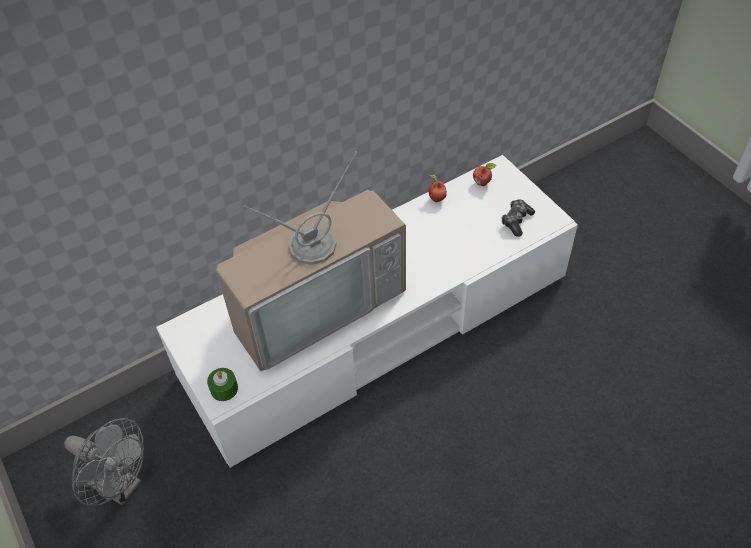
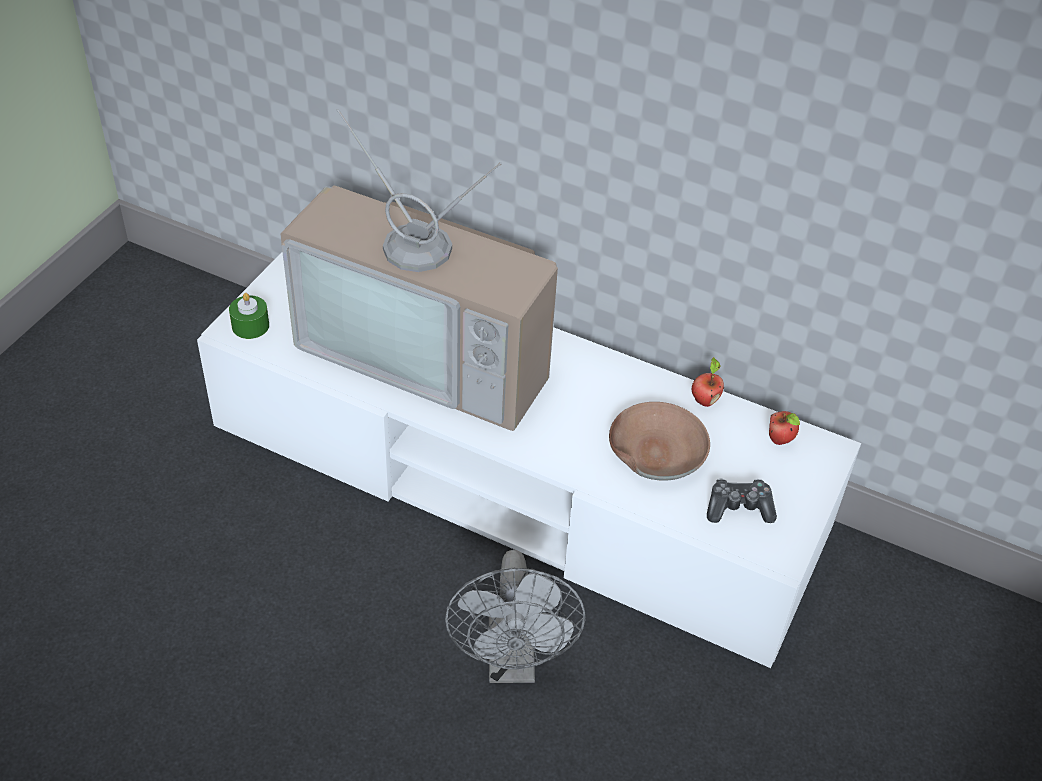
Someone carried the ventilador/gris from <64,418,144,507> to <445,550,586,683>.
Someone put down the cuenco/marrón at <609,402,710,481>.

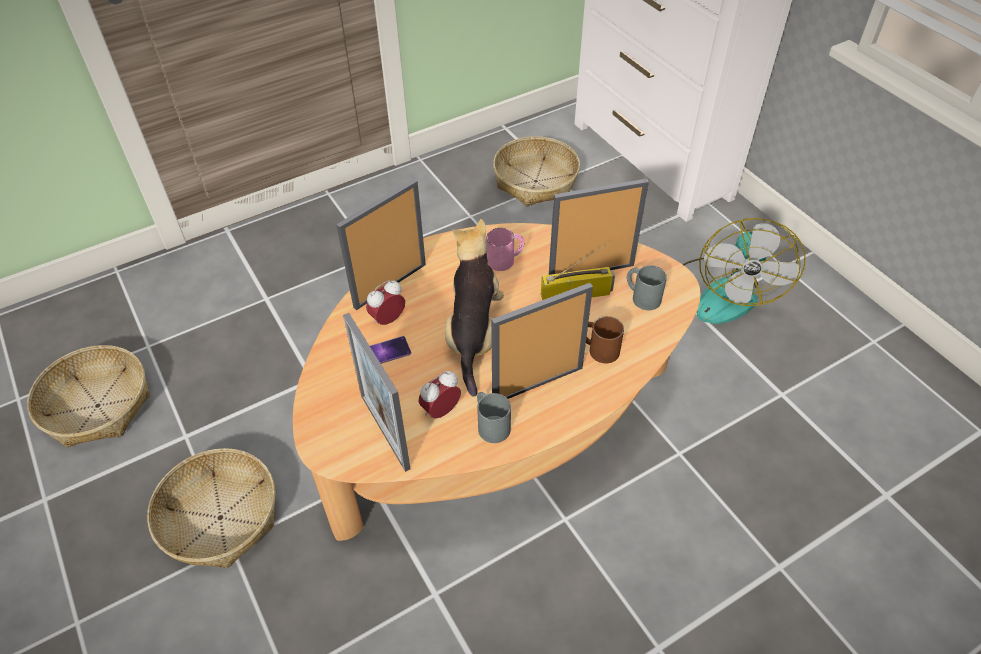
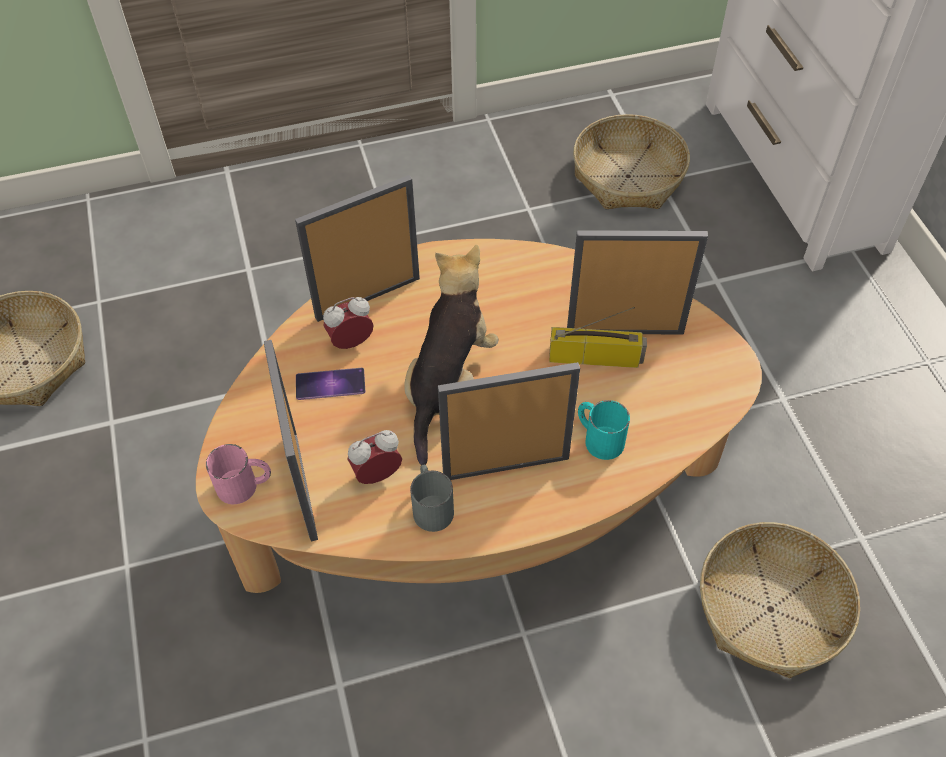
Someone carried the cesta from <147,448,276,568> to <700,522,860,678>.
Someone carried the taza grande/rosa from <486,228,524,271> to <206,444,271,504>.
Someone repainted the taza grande/marrón at <586,316,624,363>, which became the taza grande/turquesa at <578,400,630,460>.
Someone took away the taza grande/gris at <627,265,667,310>.
Someone took away the ventilador at <682,218,806,324>.

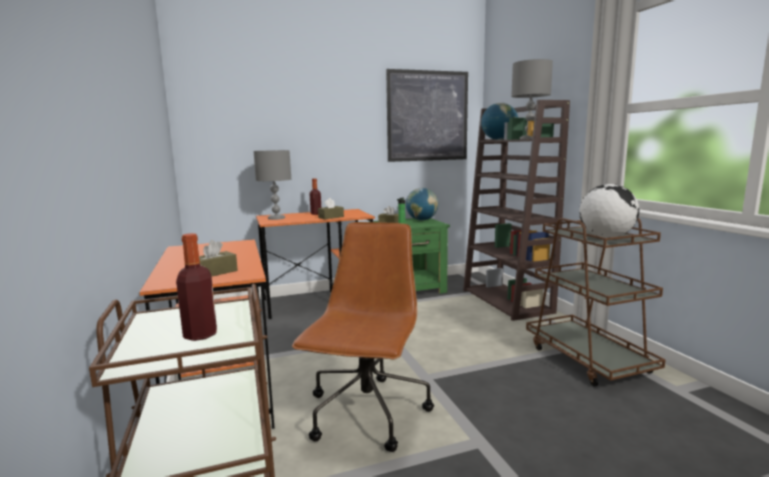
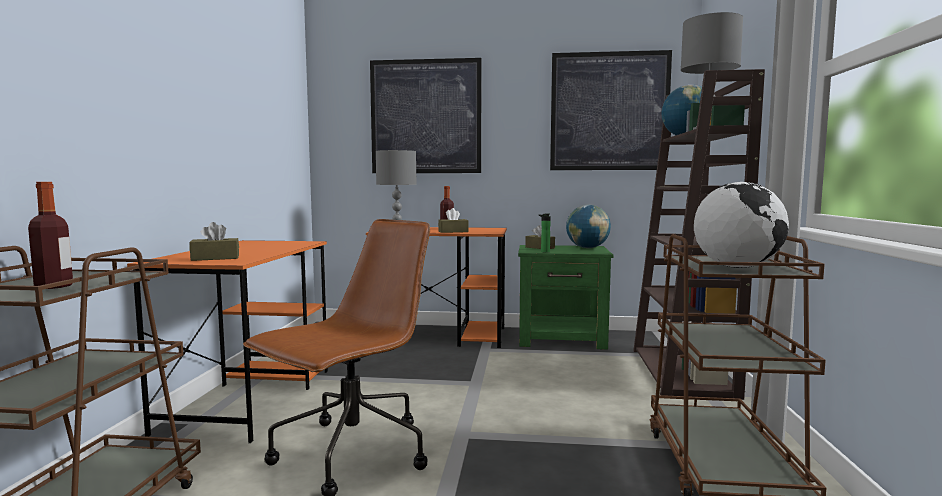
Someone put up the cuadro at <370,58,481,173>.

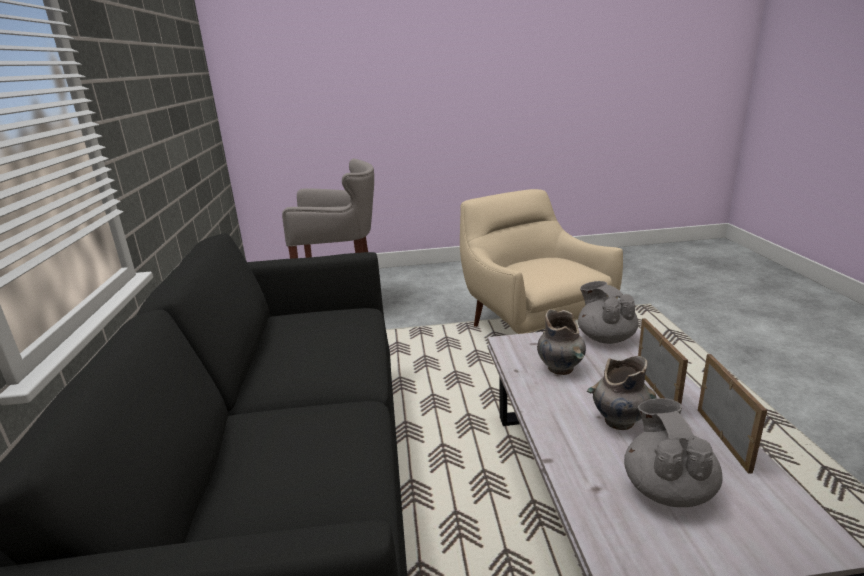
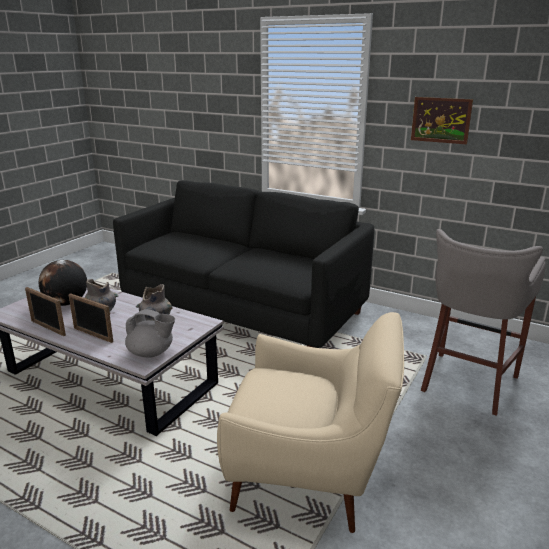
Someone swapped the tetera/gris at <624,398,723,507> for the globo terráqueo at <39,260,87,306>.
Someone put up the cuadro at <411,97,473,144>.

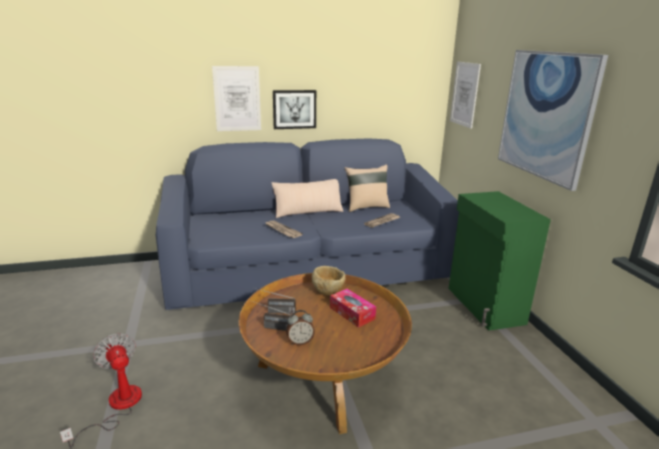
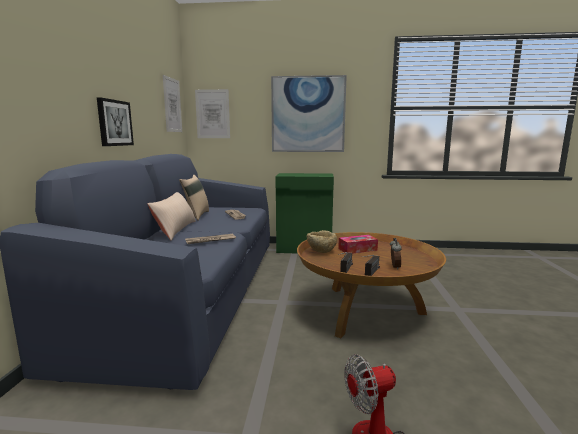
Someone carried the cuadro from <212,66,261,131> to <163,75,182,132>.

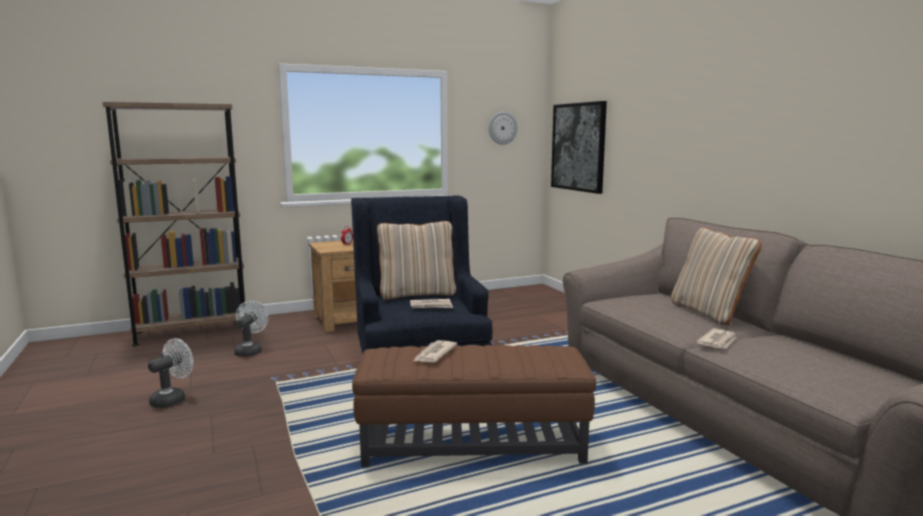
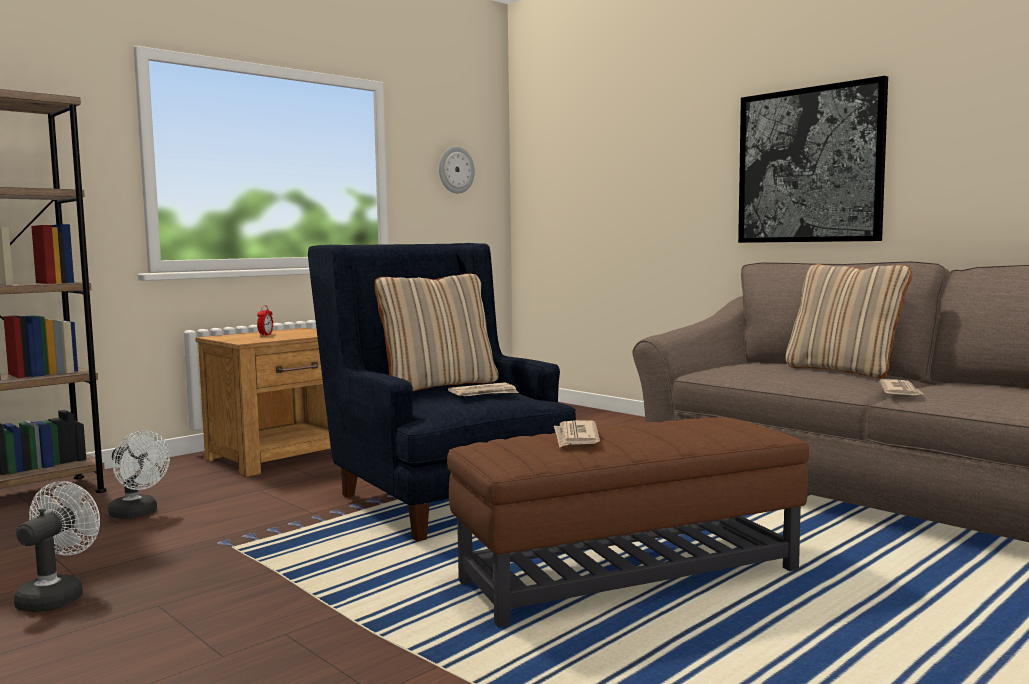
Someone rotated the ventilador/blanco at <234,301,268,357> by 135 degrees clockwise.
Someone carried the cuadro from <551,101,607,194> to <738,76,888,243>.

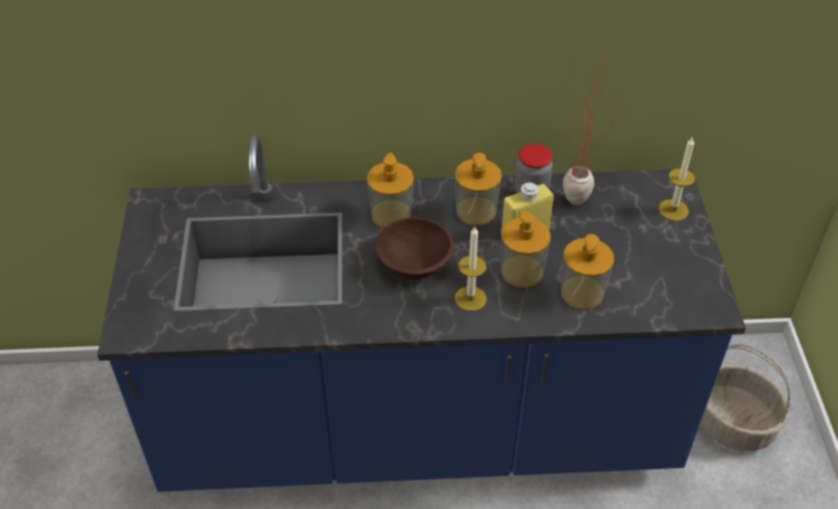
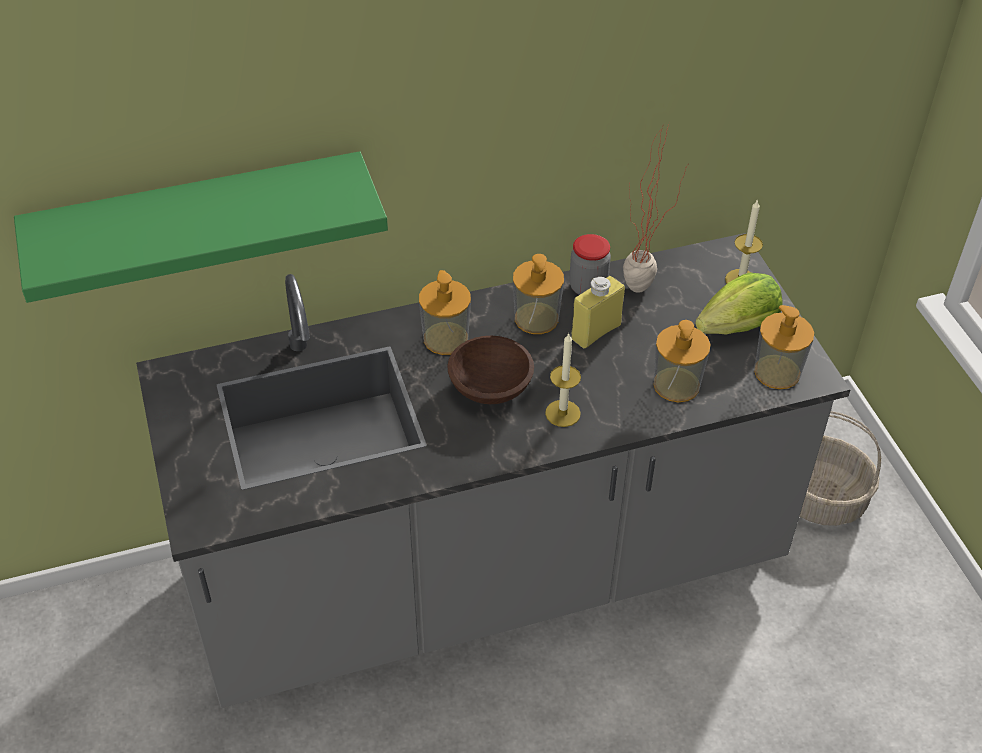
Someone repainted the mueble bajo de cocina/azul at <97,134,746,492>, which became the mueble bajo de cocina/gris at <136,233,851,708>.
Someone carried the dispensador de jabón from <501,210,551,288> to <754,305,814,389>.
Someone put up the estante/verde at <14,151,388,303>.
Someone put down the lechuga at <695,273,783,335>.

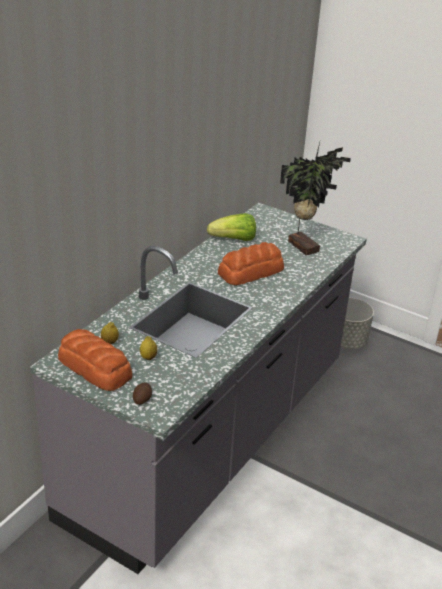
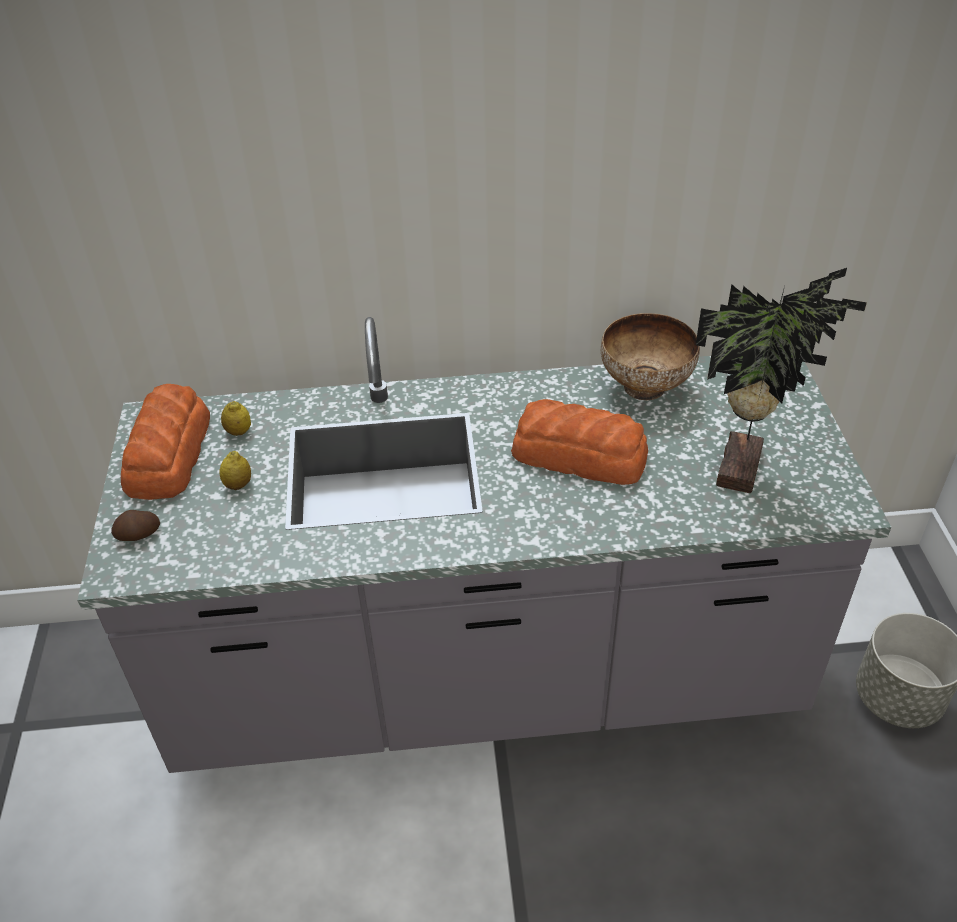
Someone swapped the lechuga at <207,213,256,241> for the cuenco at <601,313,700,400>.

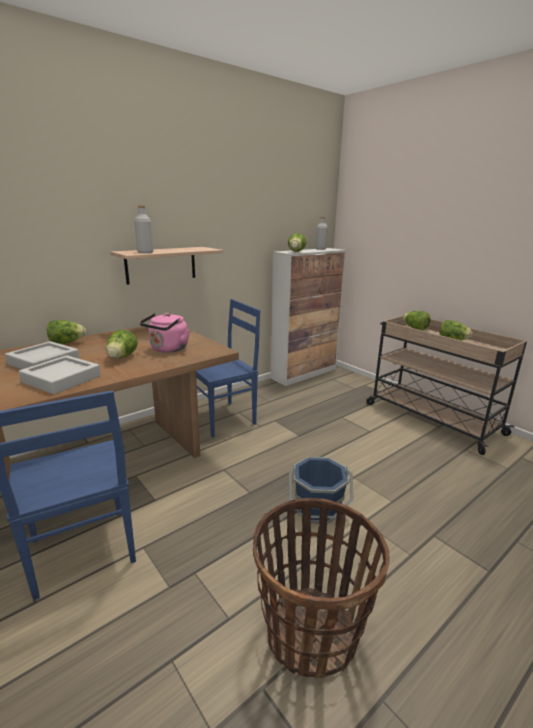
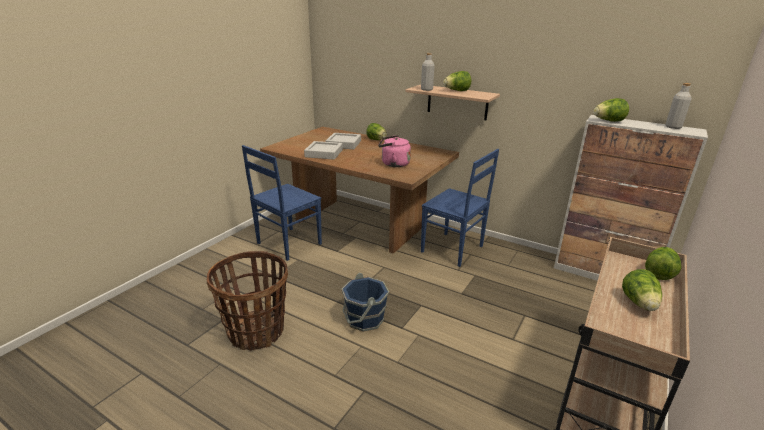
Someone carried the lechuga from <106,330,138,359> to <443,71,471,91>.

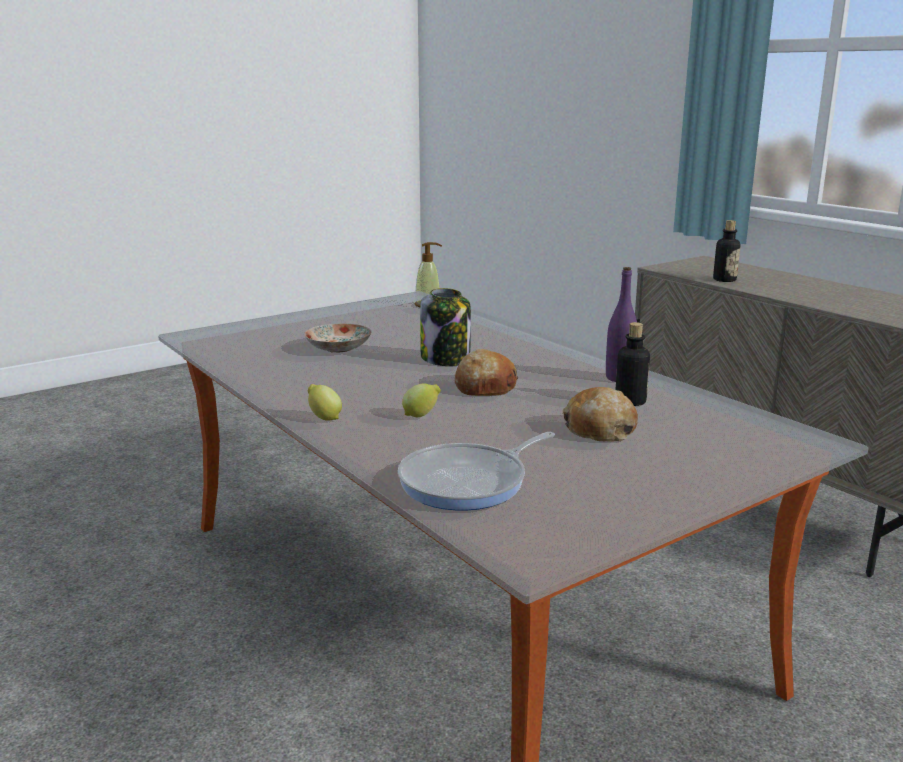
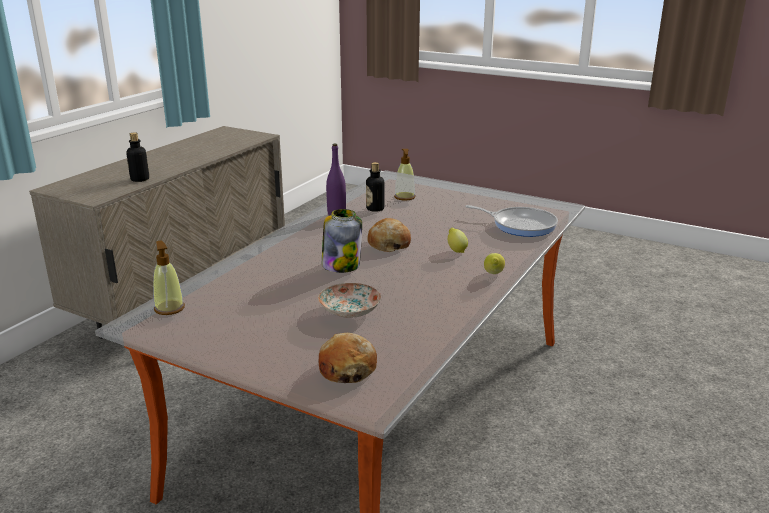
Someone carried the pan from <563,387,638,442> to <319,333,377,383>.
Someone put down the dispensador de jabón at <394,149,416,201>.

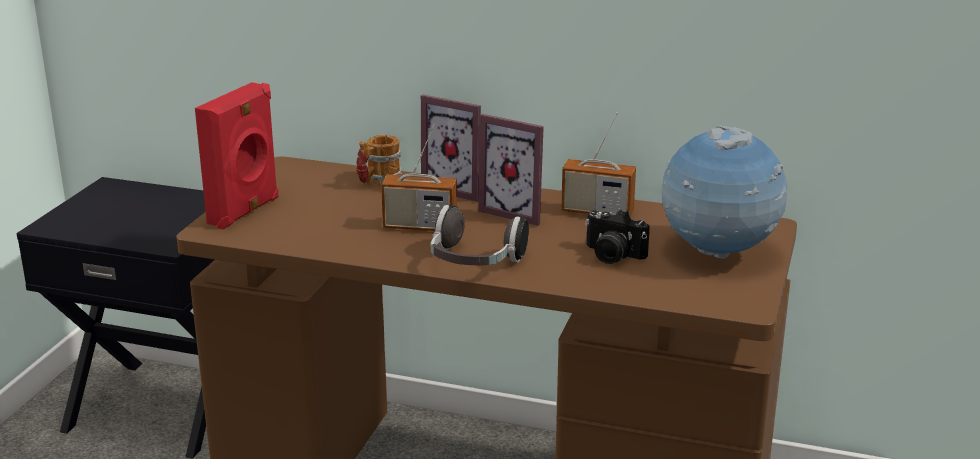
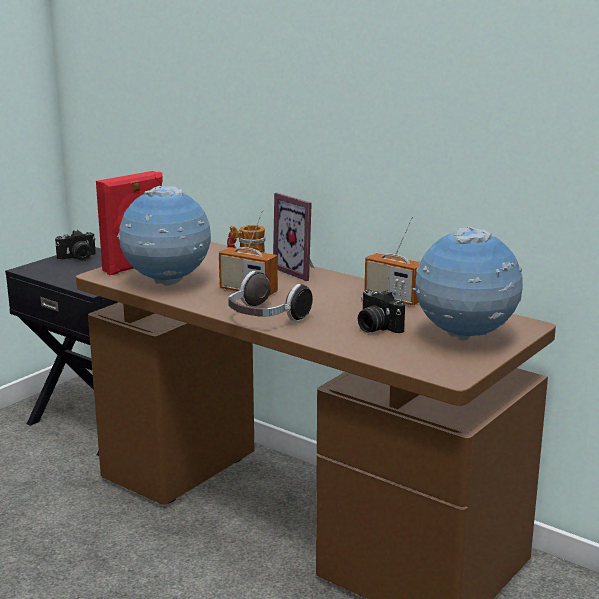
Someone took away the portarretratos at <478,114,544,226>.
Someone put down the cámara at <55,230,96,261>.
Someone put down the globo terráqueo at <117,186,211,286>.

